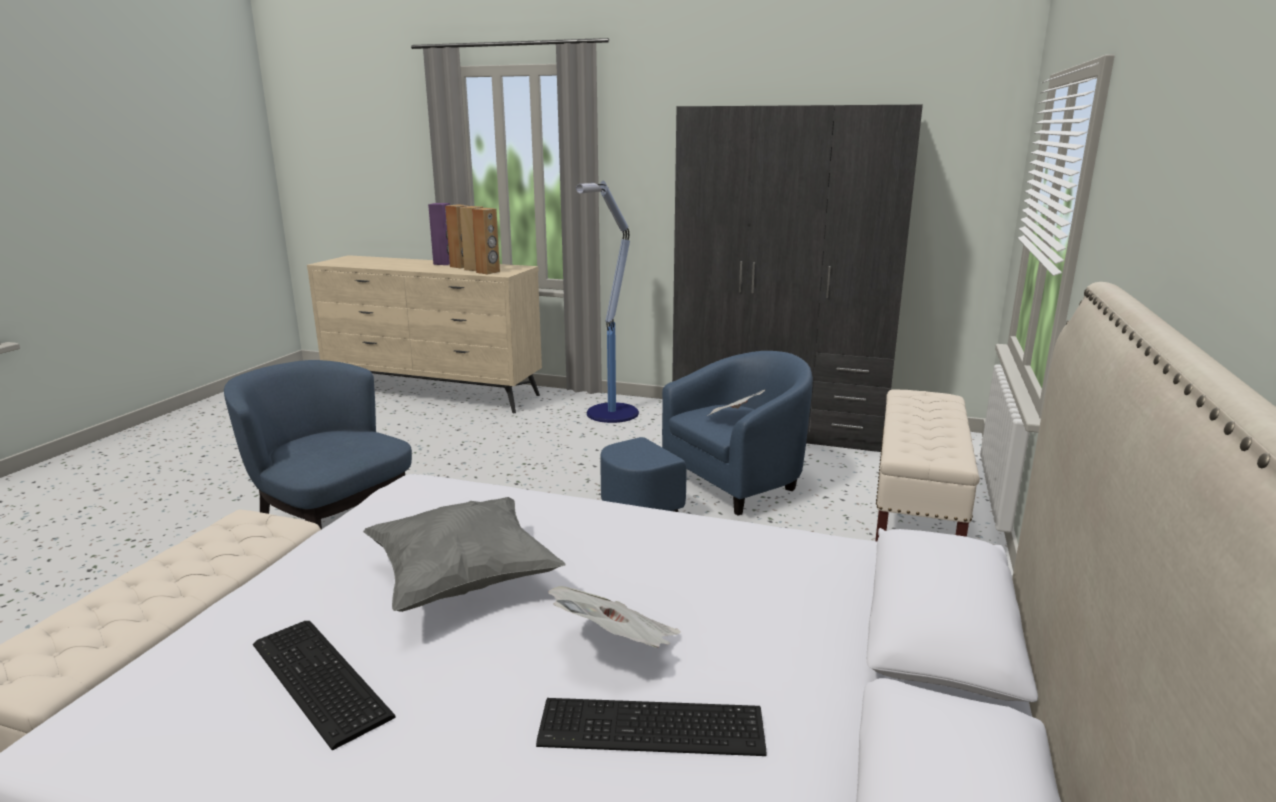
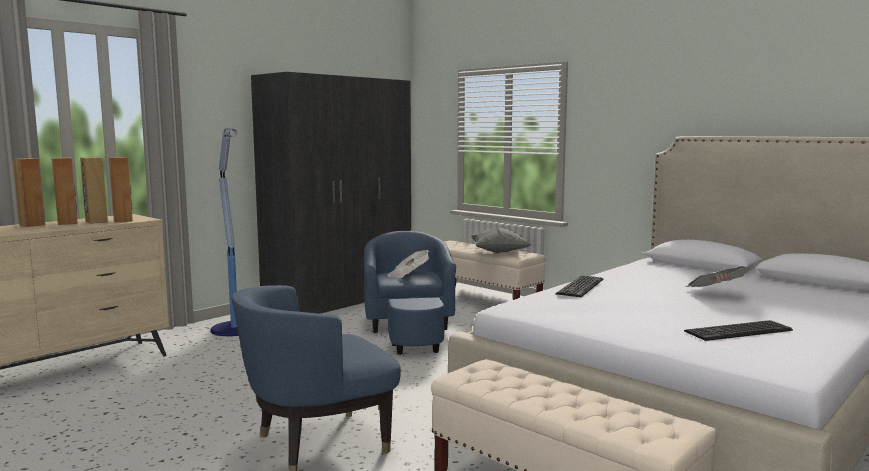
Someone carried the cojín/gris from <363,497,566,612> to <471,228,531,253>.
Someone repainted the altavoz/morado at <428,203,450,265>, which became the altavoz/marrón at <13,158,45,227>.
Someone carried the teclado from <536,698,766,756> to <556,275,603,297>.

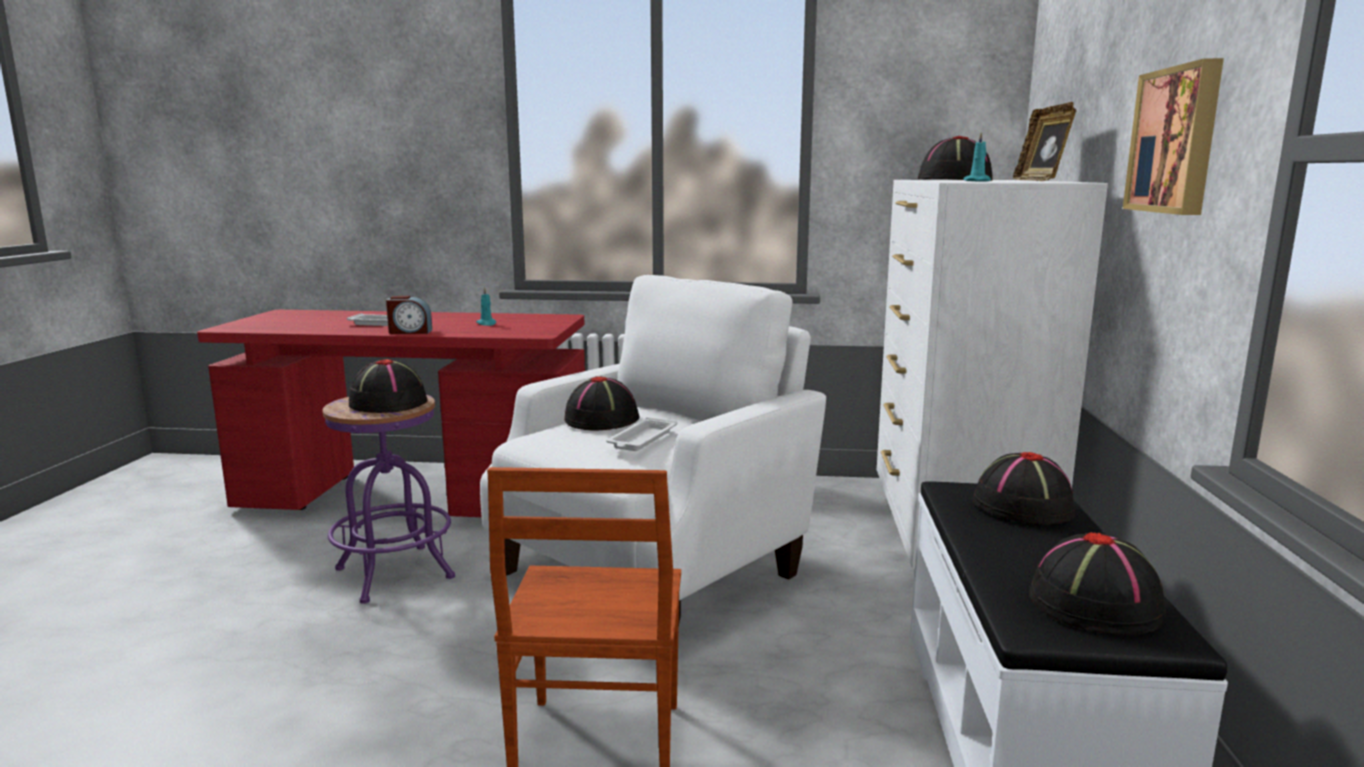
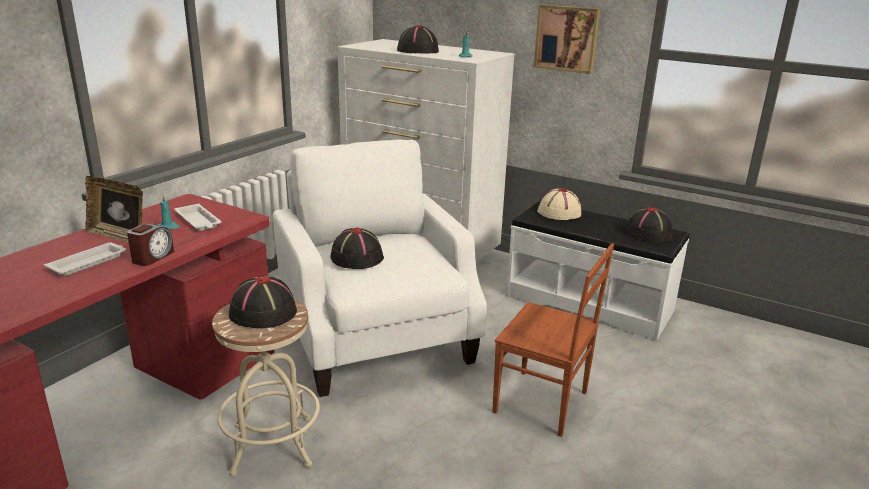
Someone repainted the taburete/morado at <323,395,455,604>, which became the taburete/beis at <212,299,320,476>.
Someone carried the bandeja/blanco from <606,417,677,451> to <175,204,222,231>.
Someone repainted the sombrero/negro at <973,452,1075,525>, which became the sombrero/beis at <538,188,581,220>.
Someone carried the portarretratos from <1013,102,1076,181> to <85,176,143,244>.

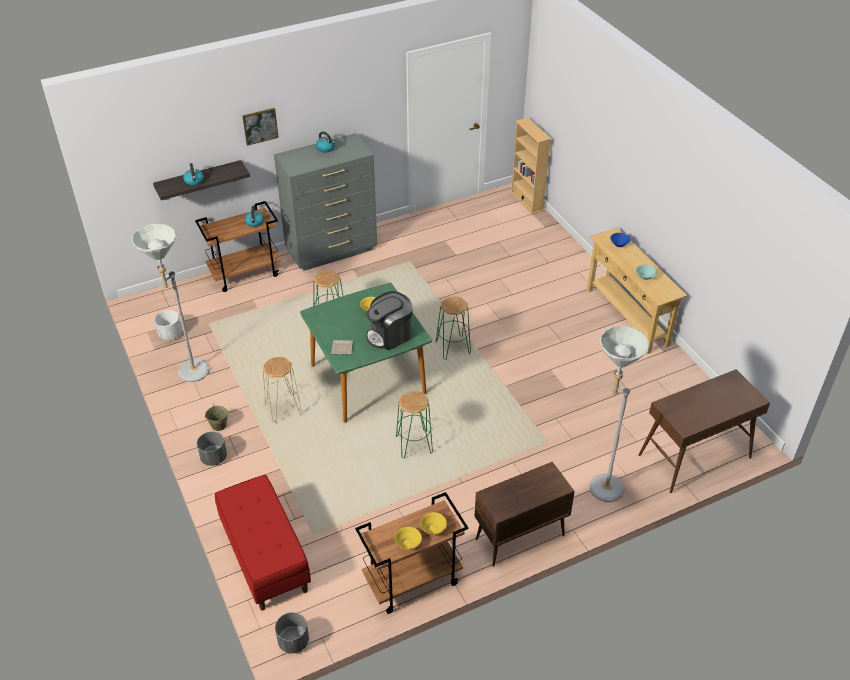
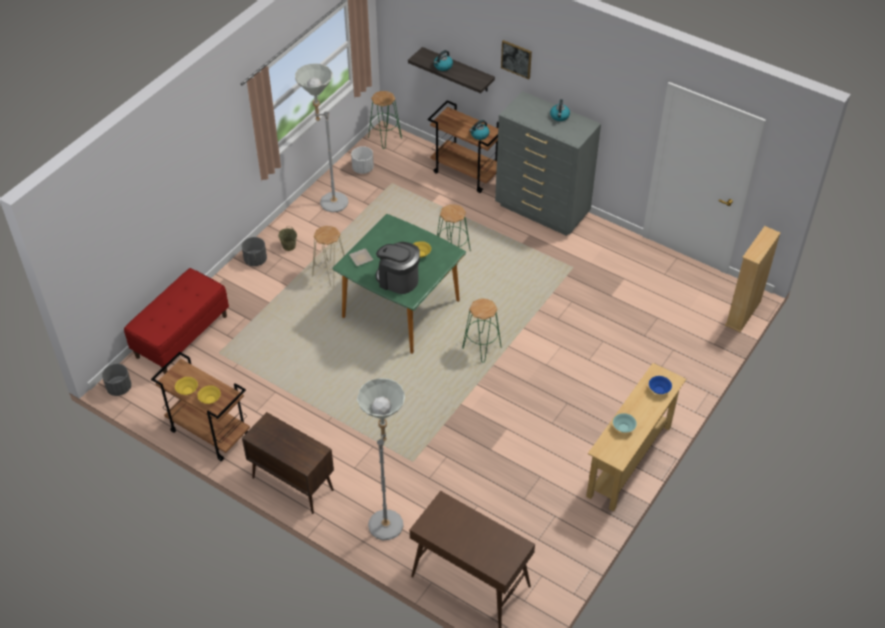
Someone carried the taburete/verde from <396,391,433,458> to <368,91,402,149>.

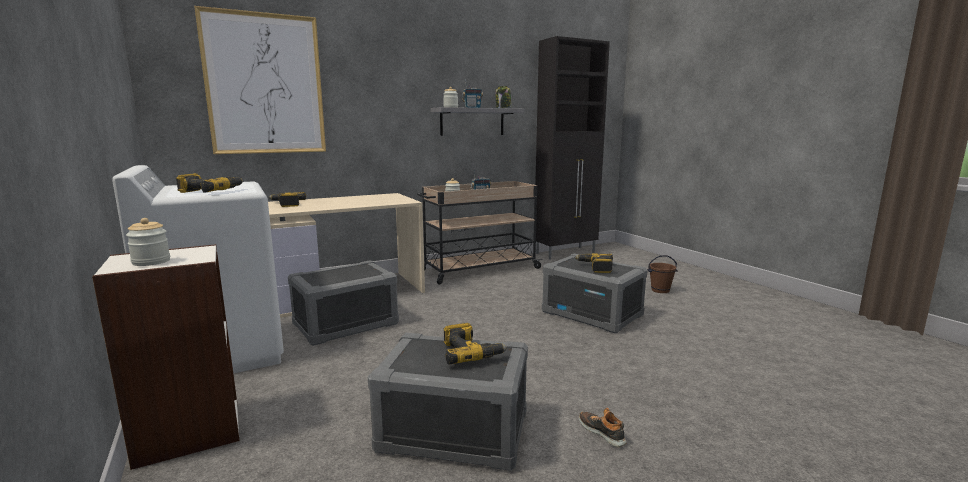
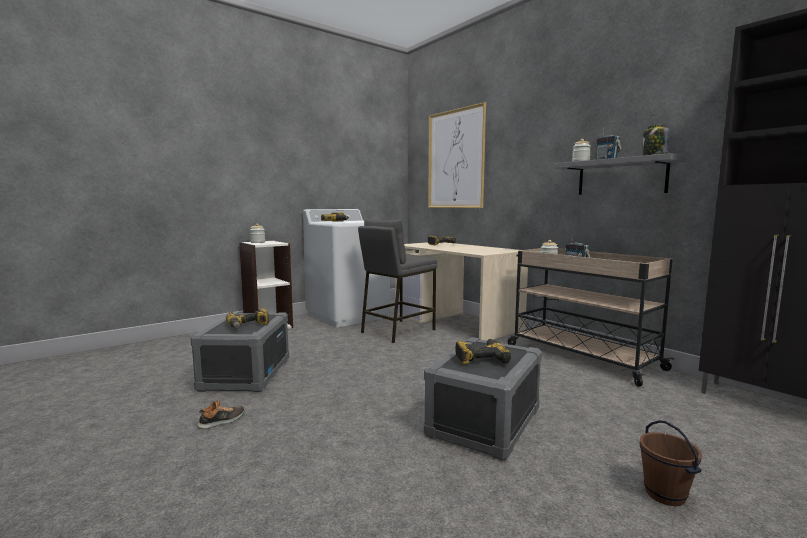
Someone swapped the caja de almacenaje/gris at <288,260,399,346> for the taburete/gris at <358,219,437,343>.

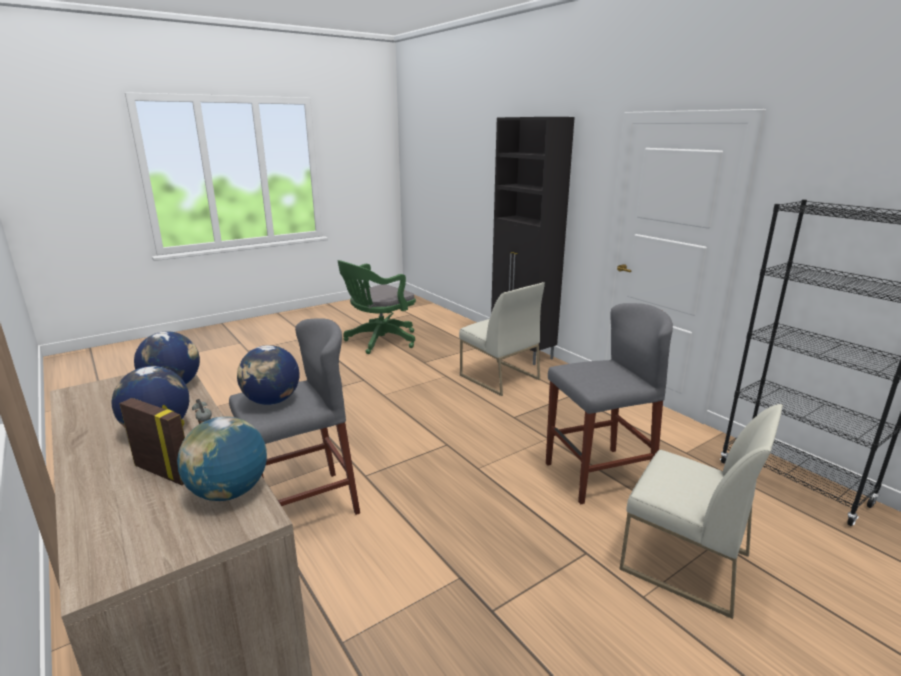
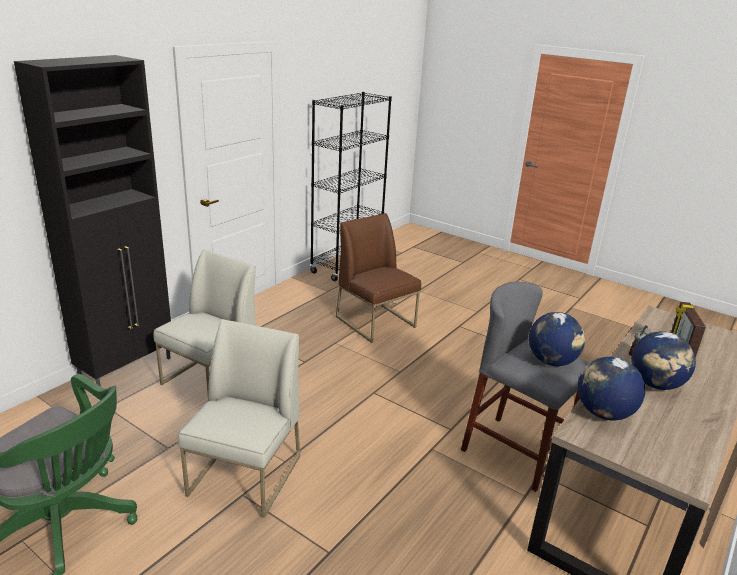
Someone took away the globo terráqueo at <177,416,267,501>.
Someone swapped the taburete/gris at <546,303,673,504> for the silla/marrón at <336,213,421,343>.
Someone carried the silla/blanco from <619,404,783,619> to <178,319,300,518>.

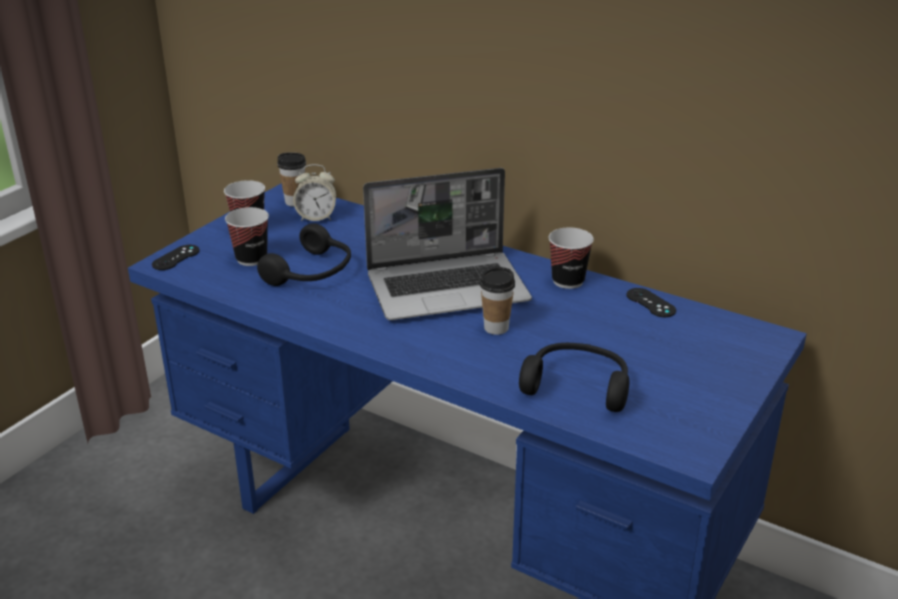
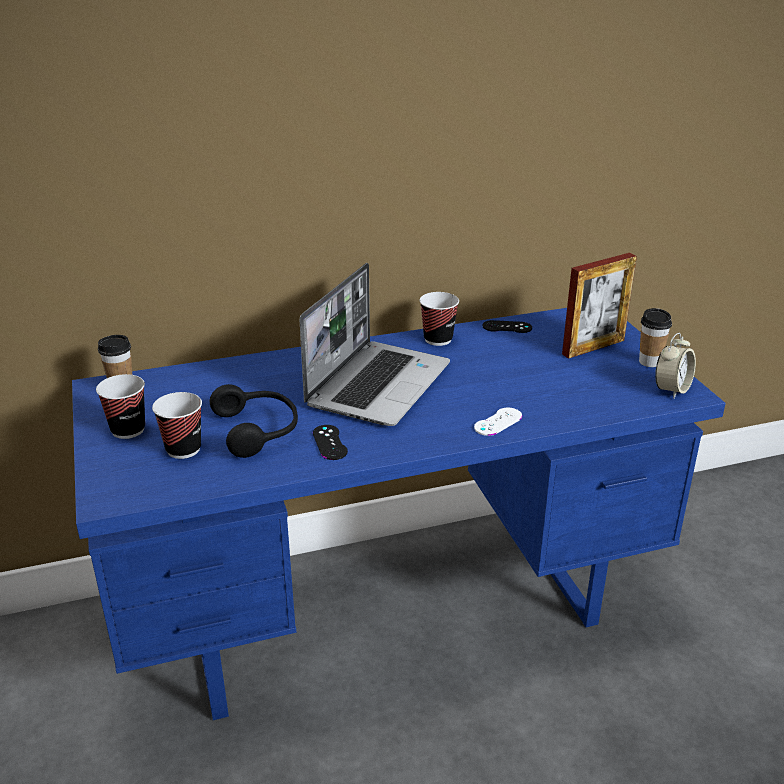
Someone carried the mando de consola/negro from <152,245,200,270> to <313,425,348,460>.
Someone carried the despertador from <293,164,336,221> to <655,333,696,399>.
Someone carried the taza from <480,267,515,335> to <639,308,672,367>.
Someone took away the auriculares/negro at <519,343,629,412>.
Someone put down the mando de consola/blanco at <474,408,522,436>.
Someone put down the portarretratos at <562,253,637,359>.

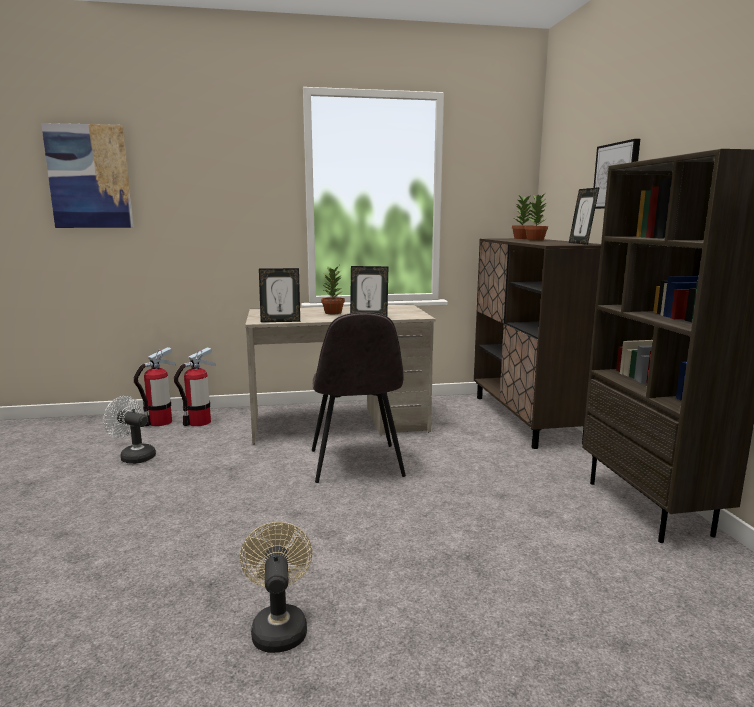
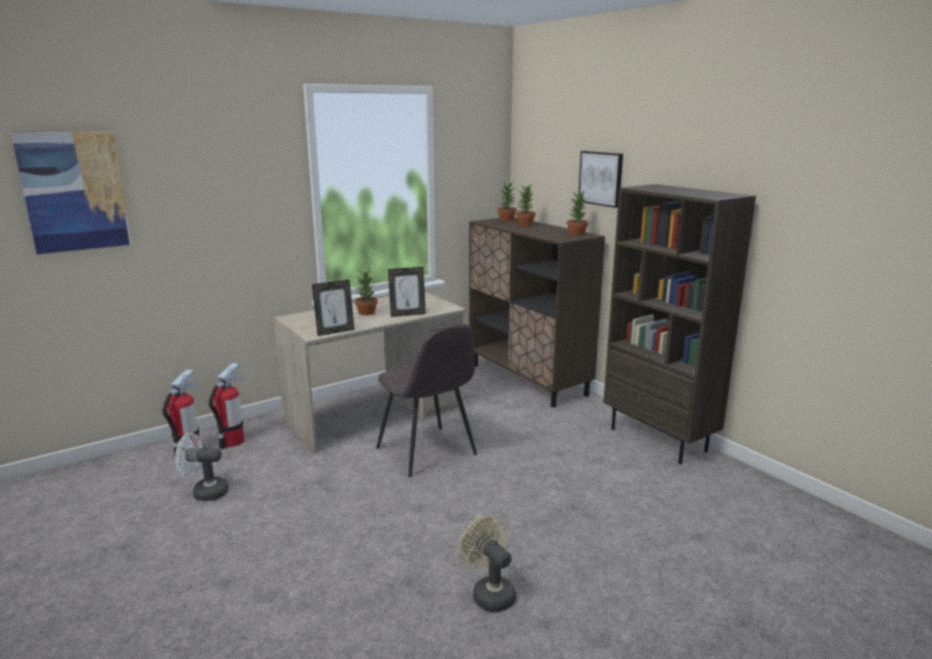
Someone swapped the portarretratos at <569,187,600,245> for the planta en maceta at <567,191,588,236>.

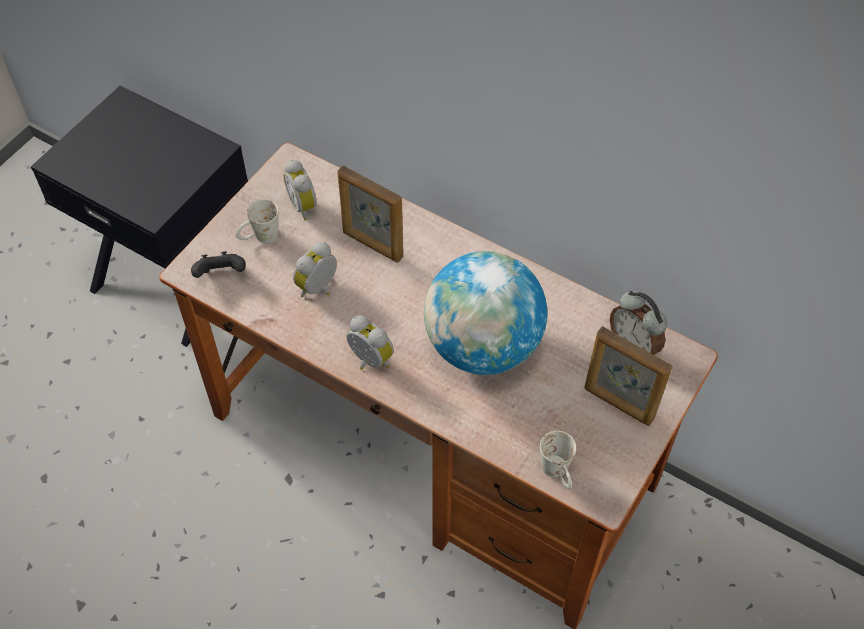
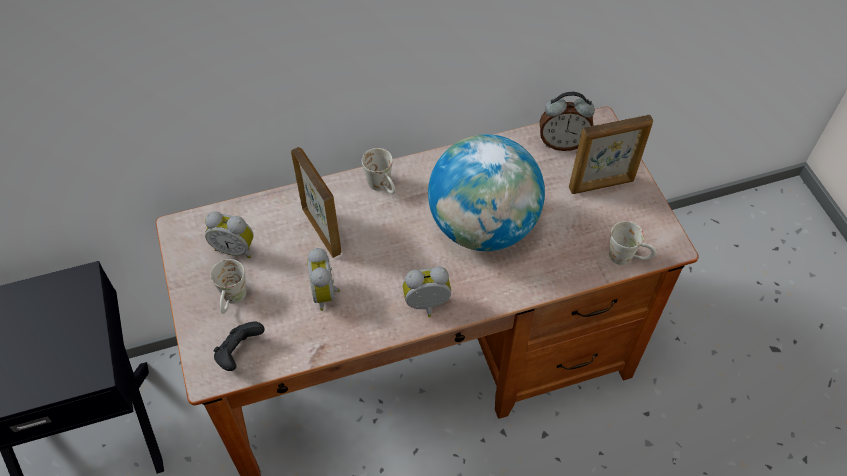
Someone rotated the portarretratos at <338,165,403,262> by 105 degrees counterclockwise.
Someone put down the taza grande/blanco at <362,148,396,194>.

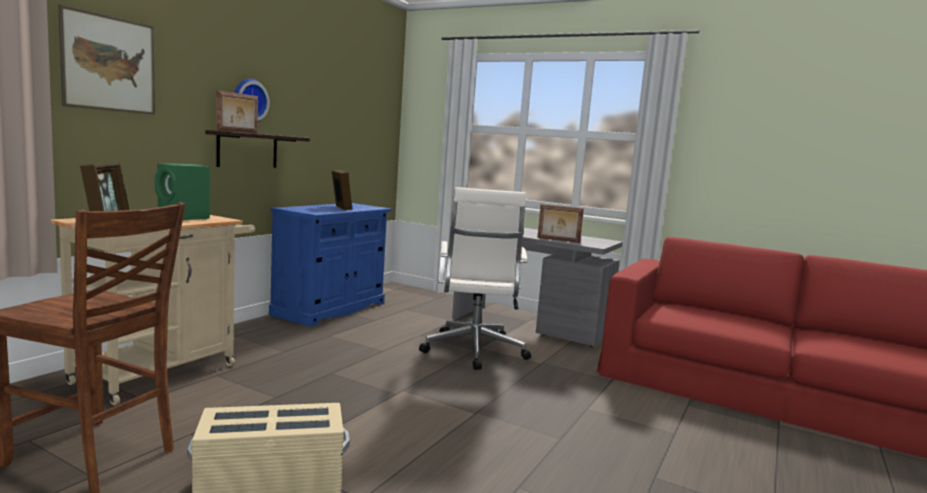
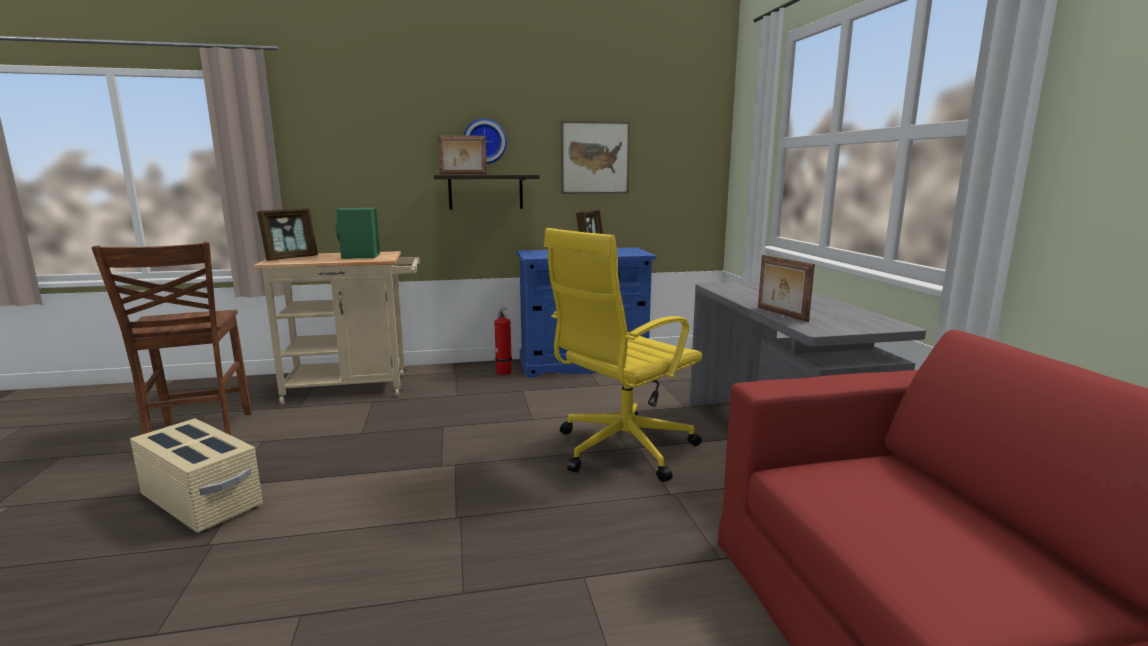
Someone carried the cuadro from <58,5,155,115> to <561,121,630,194>.
Someone repainted the silla de oficina/blanco at <419,187,531,370>, which became the silla de oficina/amarillo at <544,228,702,482>.
Someone put down the extintor at <494,307,512,375>.

